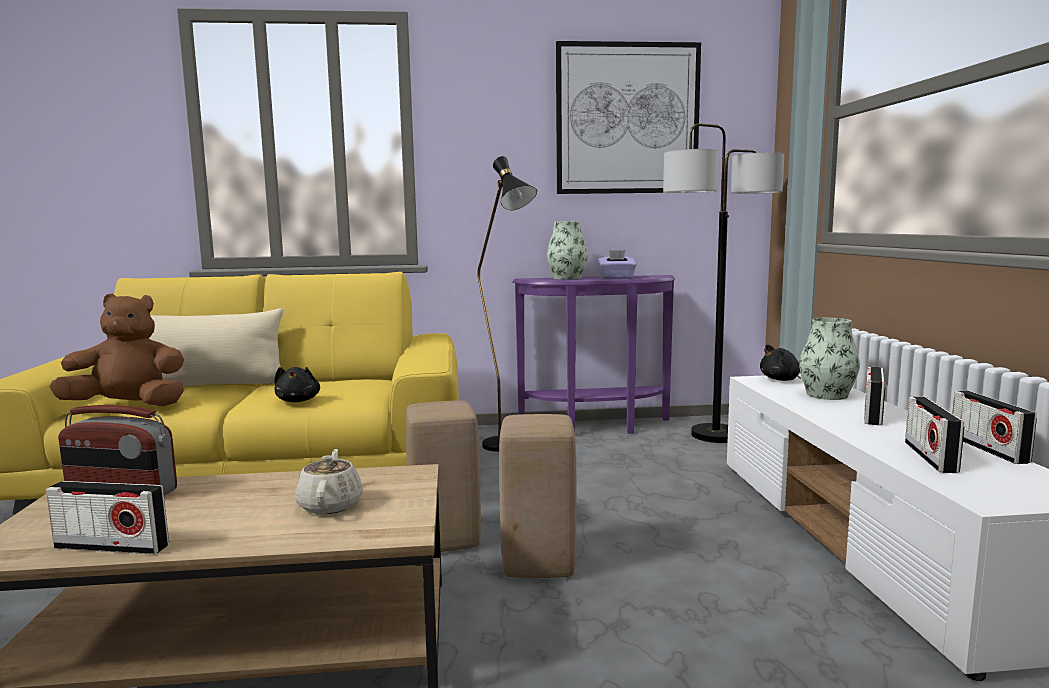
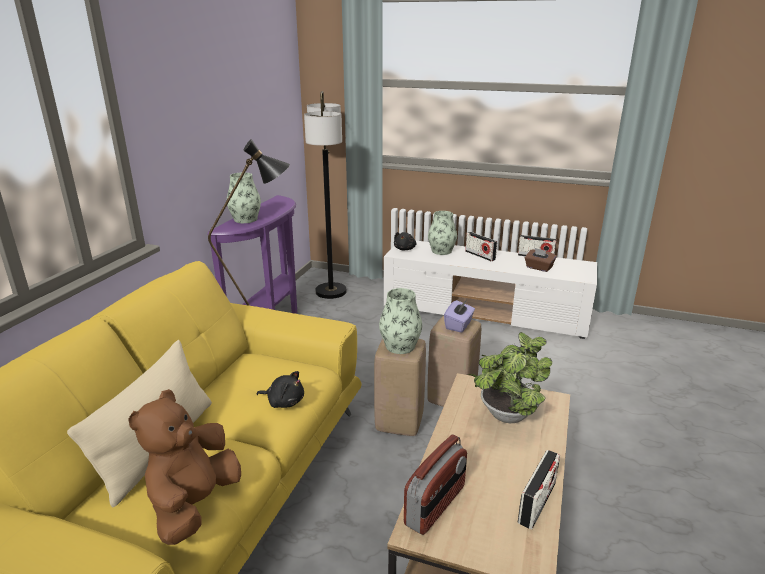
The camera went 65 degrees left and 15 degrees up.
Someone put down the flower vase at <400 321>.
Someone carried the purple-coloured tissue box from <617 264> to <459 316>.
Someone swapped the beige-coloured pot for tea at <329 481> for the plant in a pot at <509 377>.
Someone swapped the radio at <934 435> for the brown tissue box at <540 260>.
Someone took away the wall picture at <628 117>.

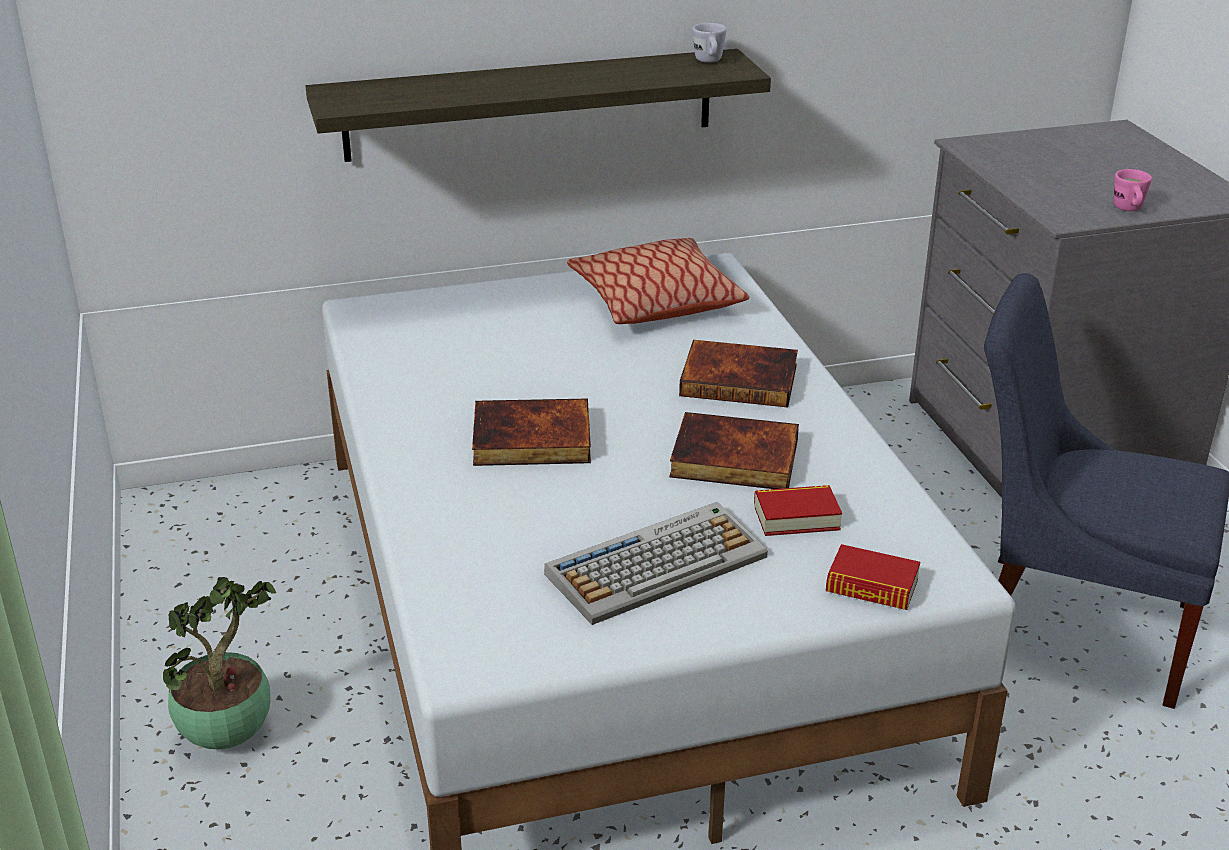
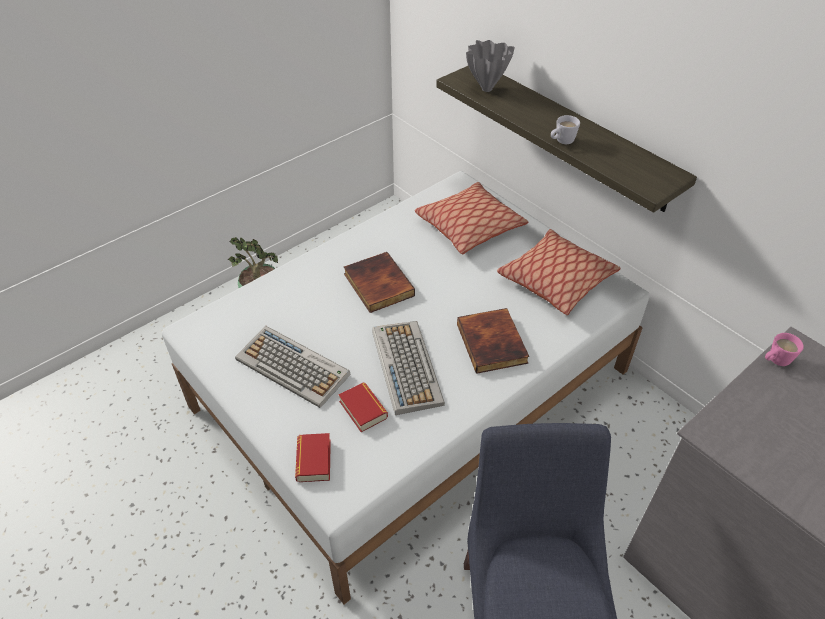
The camera went 65 degrees right and 15 degrees up.
Someone swapped the book at <734 450> for the keyboard at <408 368>.
Someone put down the pillow at <471 218>.
Someone put down the greyish flower vase at <490 66>.
Someone carried the white coffee mug from <709 43> to <565 129>.
Someone carried the pink coffee mug from <1133 190> to <784 349>.

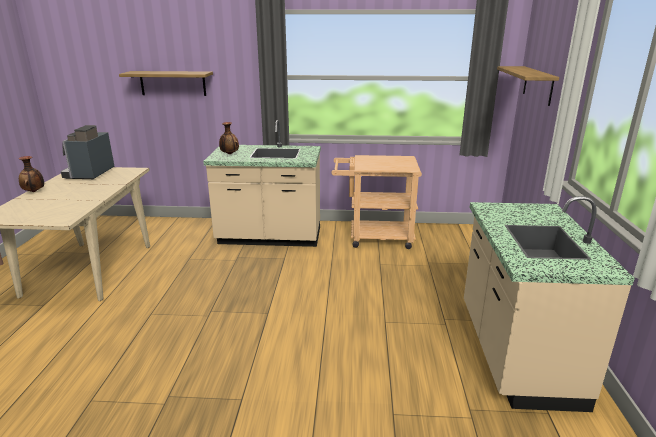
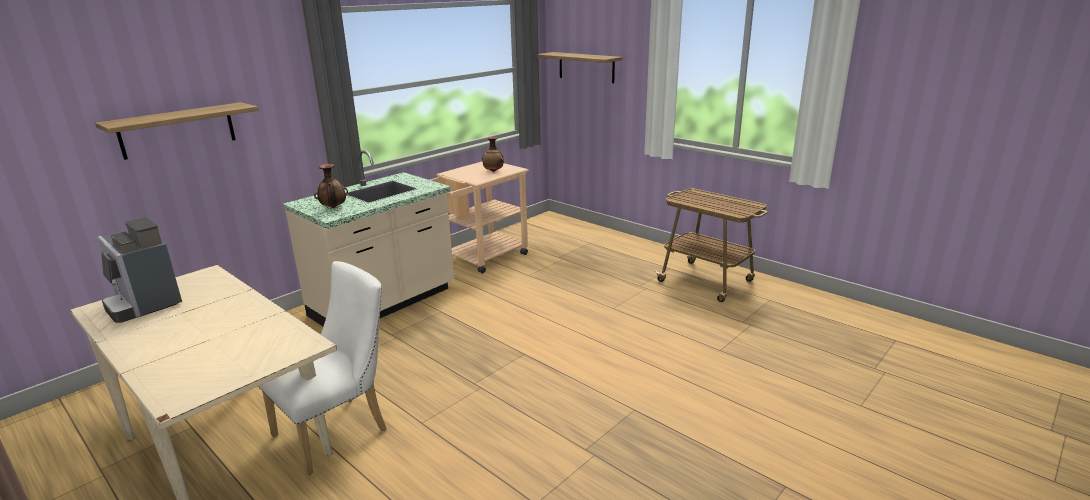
The camera went 50 degrees left and 0 degrees up.
Someone put down the white plain chair at <322 368>.
Someone carried the flower vase from <31 174> to <493 154>.
Someone swapped the beige-coloured counter at <549 304> for the cart at <711 245>.

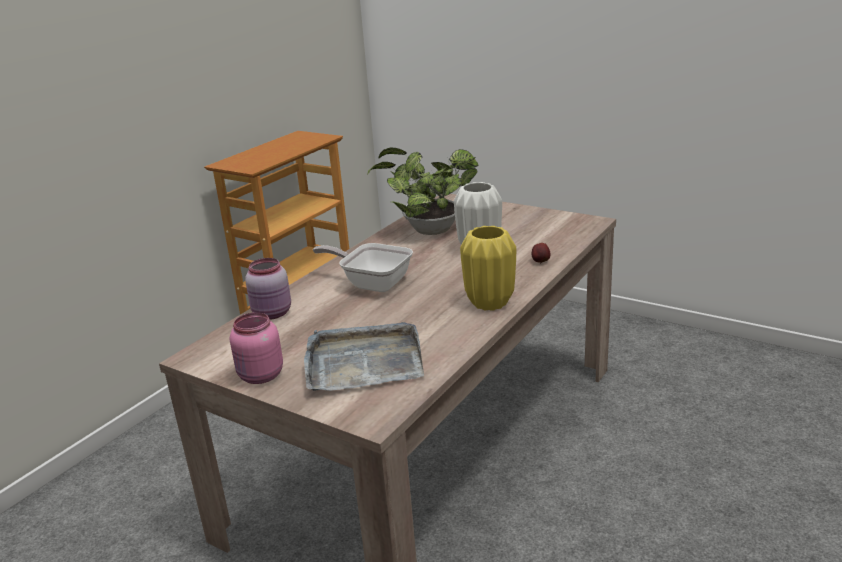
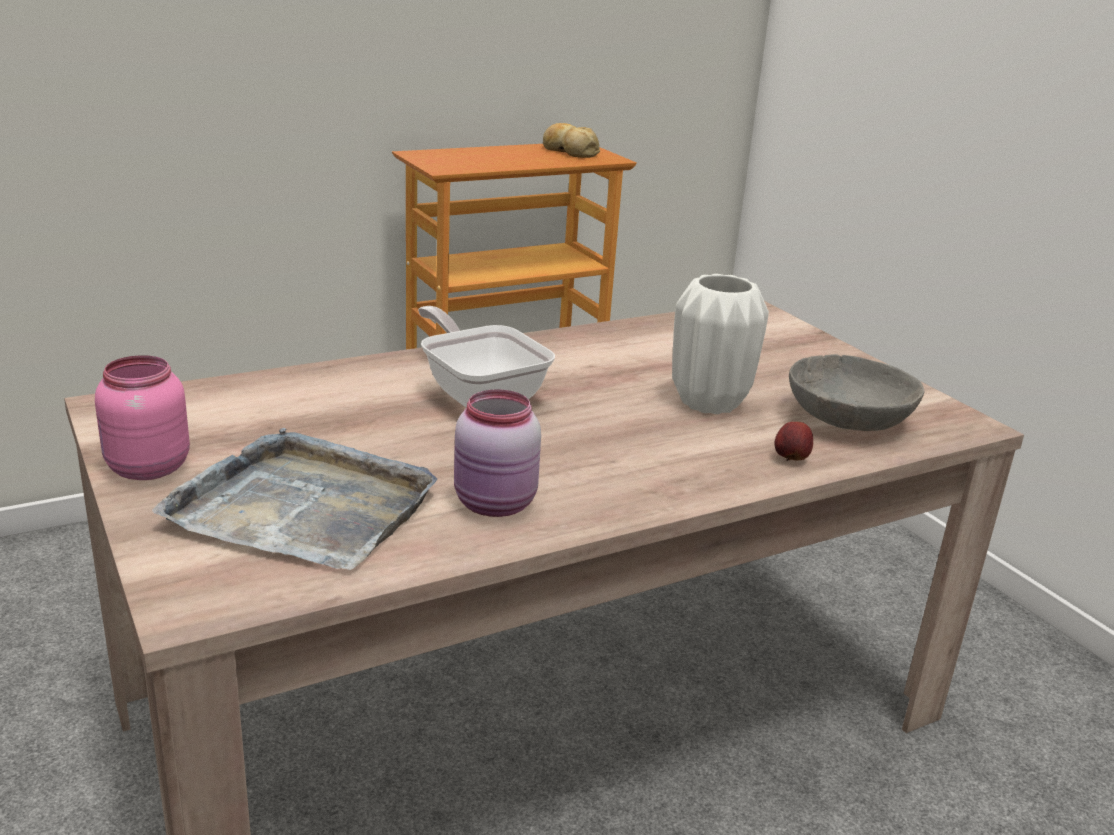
The camera went 25 degrees right and 0 degrees up.
Someone carried the pink storage jar from <268 289> to <497 453>.
Someone put down the bakery bread at <571 140>.
Someone put down the greyish deep dish at <857 392>.
Someone took away the plant in a pot at <423 191>.
Someone took away the yellowish flower vase at <488 268>.

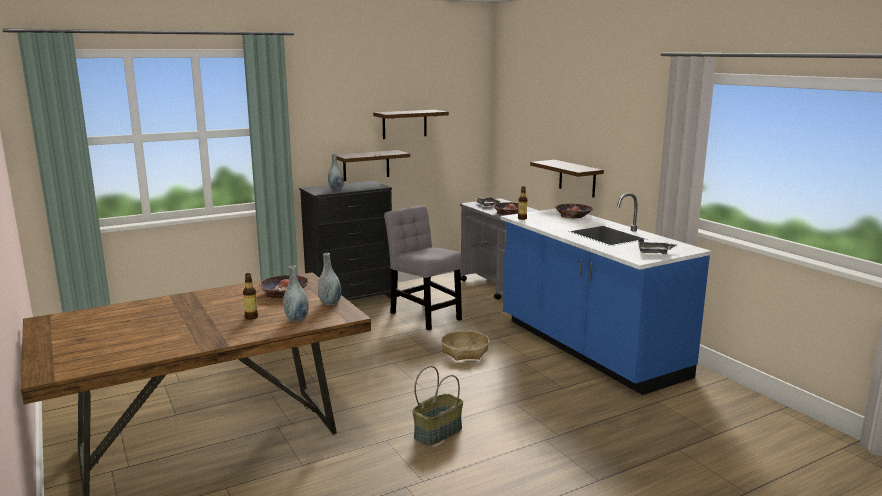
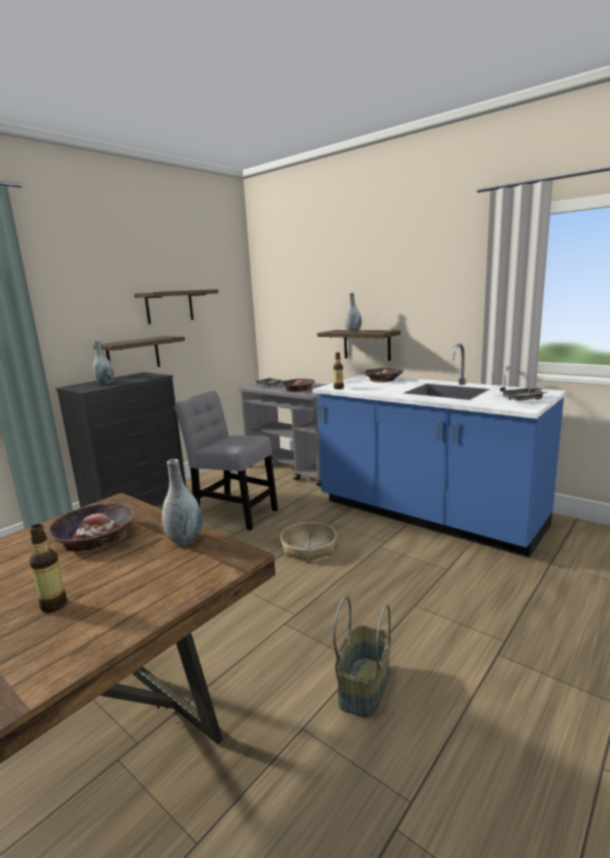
The camera went 20 degrees left and 0 degrees up.
Someone carried the greyish flower vase from <296 293> to <353 312>.

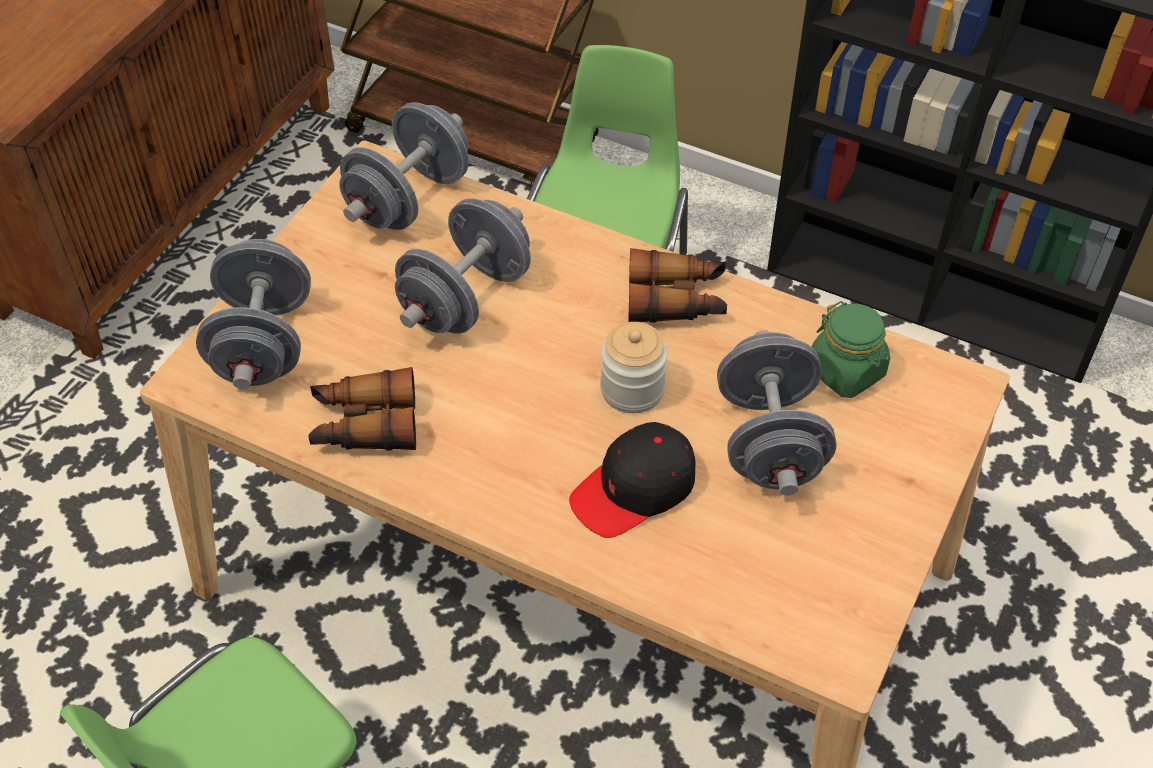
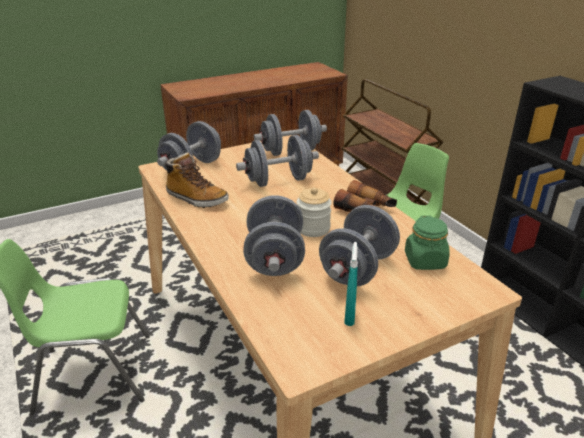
The camera went 35 degrees right and 20 degrees down.
Someone swapped the binoculars at <362 409> for the high-top boot at <197 180>.
Someone swapped the black-coloured baseball cap at <632 480> for the greyish hand weight at <274 235>.
Someone put down the turquoise-coloured sprayer at <351 284>.

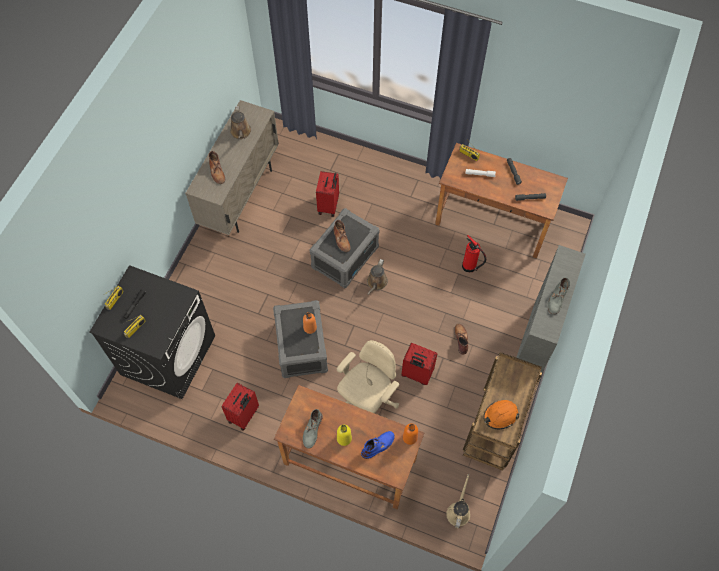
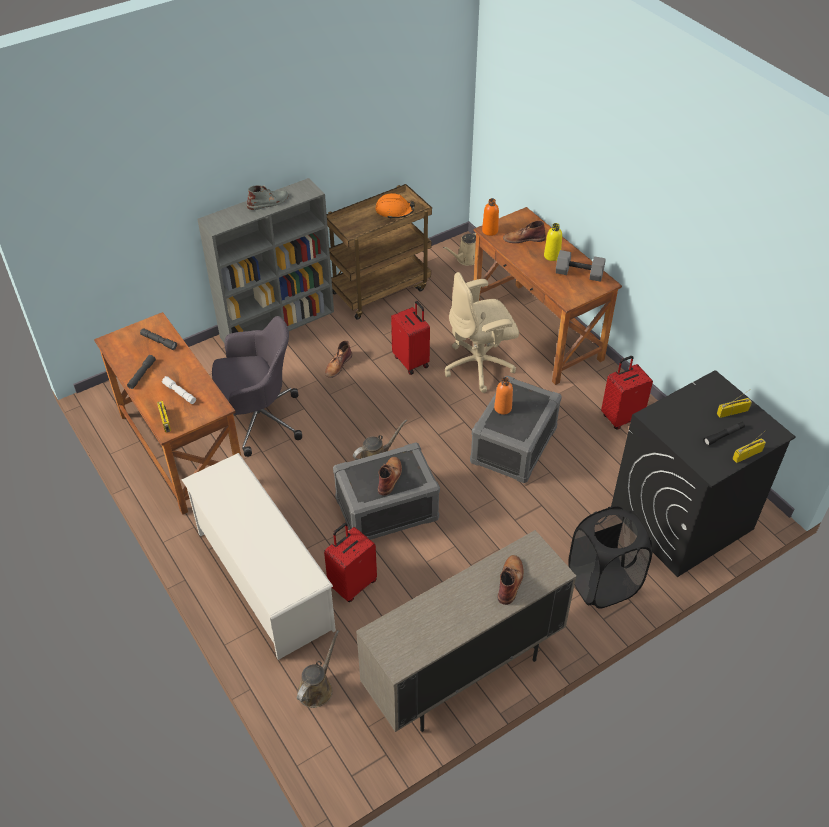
The camera went 145 degrees left and 15 degrees down.
Someone put down the white shoe rack at <259 556>.
Someone swapped the fire-fighting cylinder at <474 253> for the greyish office chair at <257 386>.
Someone carried the brown watering can from <240 122> to <318 669>.
Someone repainted the bluish high-top boot at <378 445>, which became the brown high-top boot at <524 231>.
Someone swapped the greyish high-top boot at <313 429> for the greyish hand weight at <581 266>.
Someone put down the black-coloured laundry basket at <610 557>.

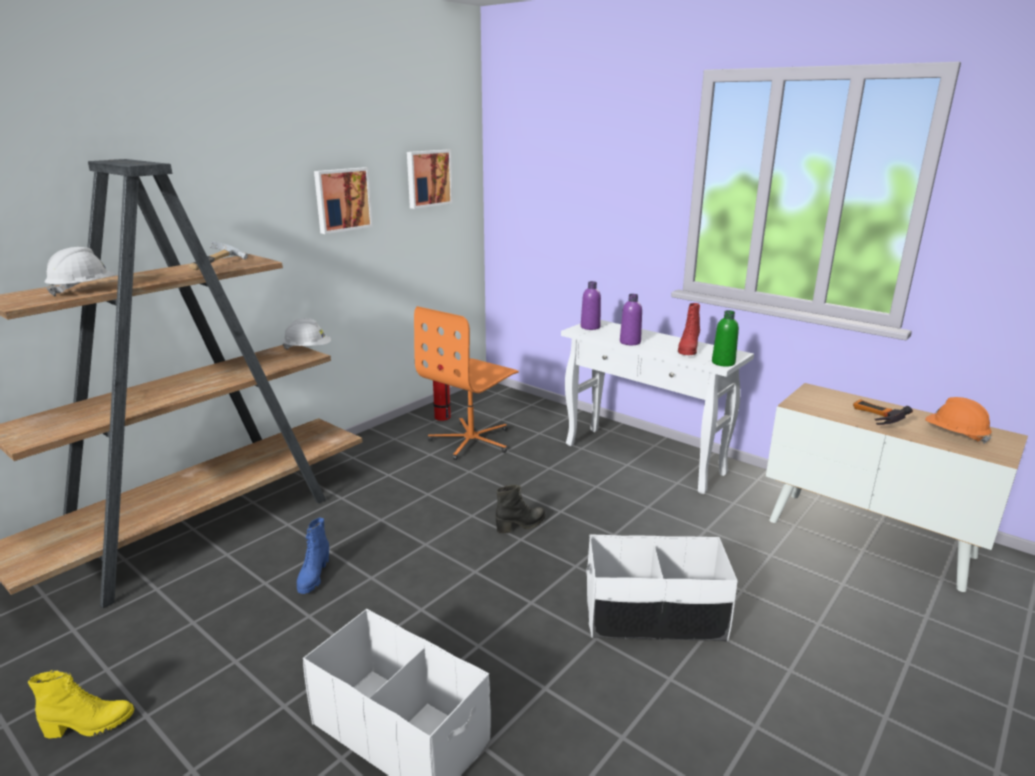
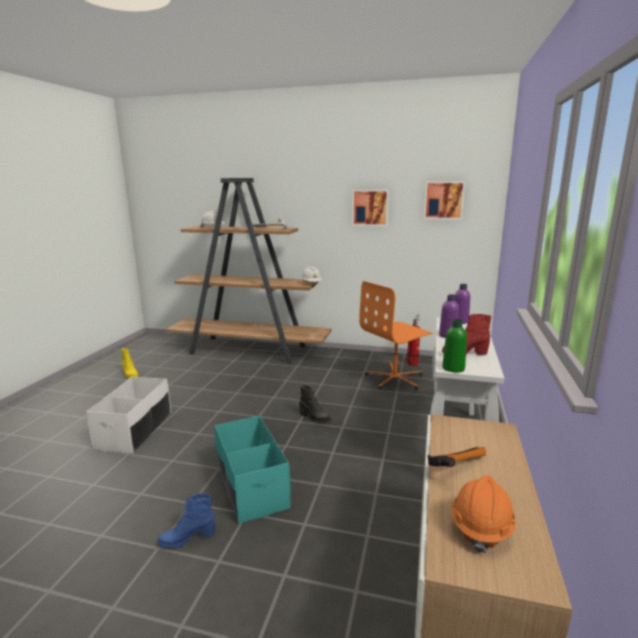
The camera went 65 degrees right and 5 degrees down.
Someone carried the bluish high-top boot from <313 555> to <186 521>.
Someone repainted the white storage box at <662 588>, which became the turquoise-coloured storage box at <252 470>.
Someone rotated the orange-coloured office chair at <466 383> by 45 degrees counterclockwise.

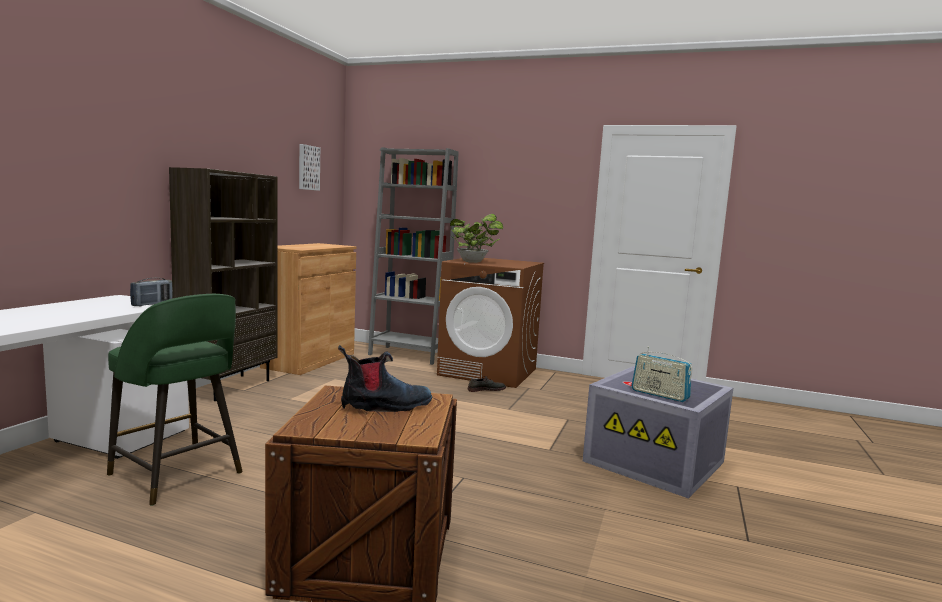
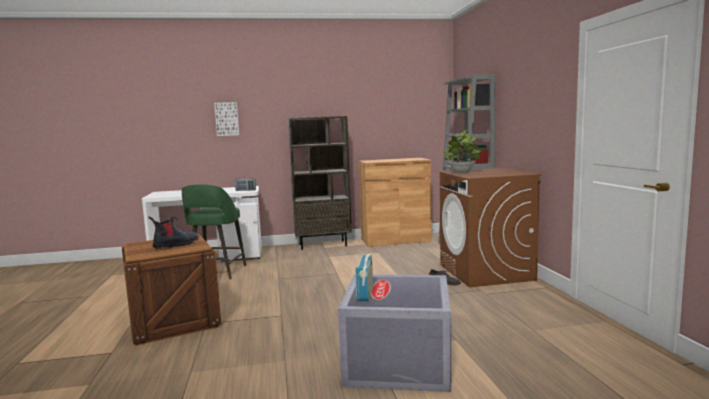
The camera went 60 degrees right and 0 degrees up.
Someone rotated the high-top boot at <385 378> by 90 degrees counterclockwise.
Someone carried the wall picture from <309 167> to <226 119>.

